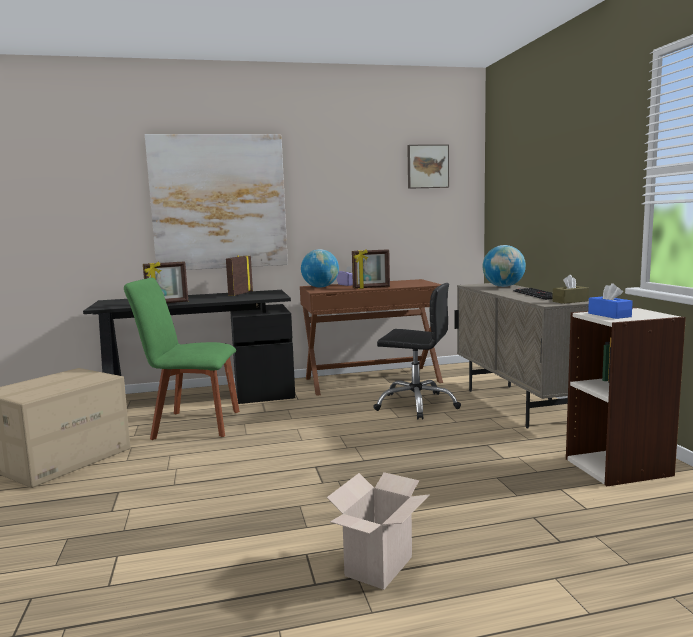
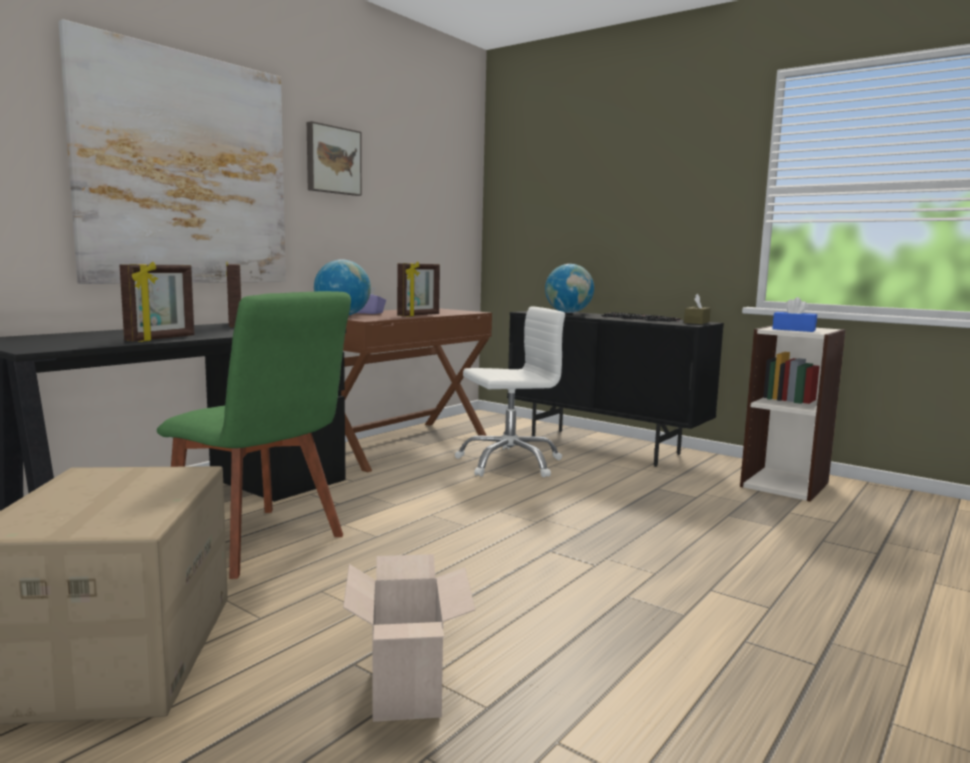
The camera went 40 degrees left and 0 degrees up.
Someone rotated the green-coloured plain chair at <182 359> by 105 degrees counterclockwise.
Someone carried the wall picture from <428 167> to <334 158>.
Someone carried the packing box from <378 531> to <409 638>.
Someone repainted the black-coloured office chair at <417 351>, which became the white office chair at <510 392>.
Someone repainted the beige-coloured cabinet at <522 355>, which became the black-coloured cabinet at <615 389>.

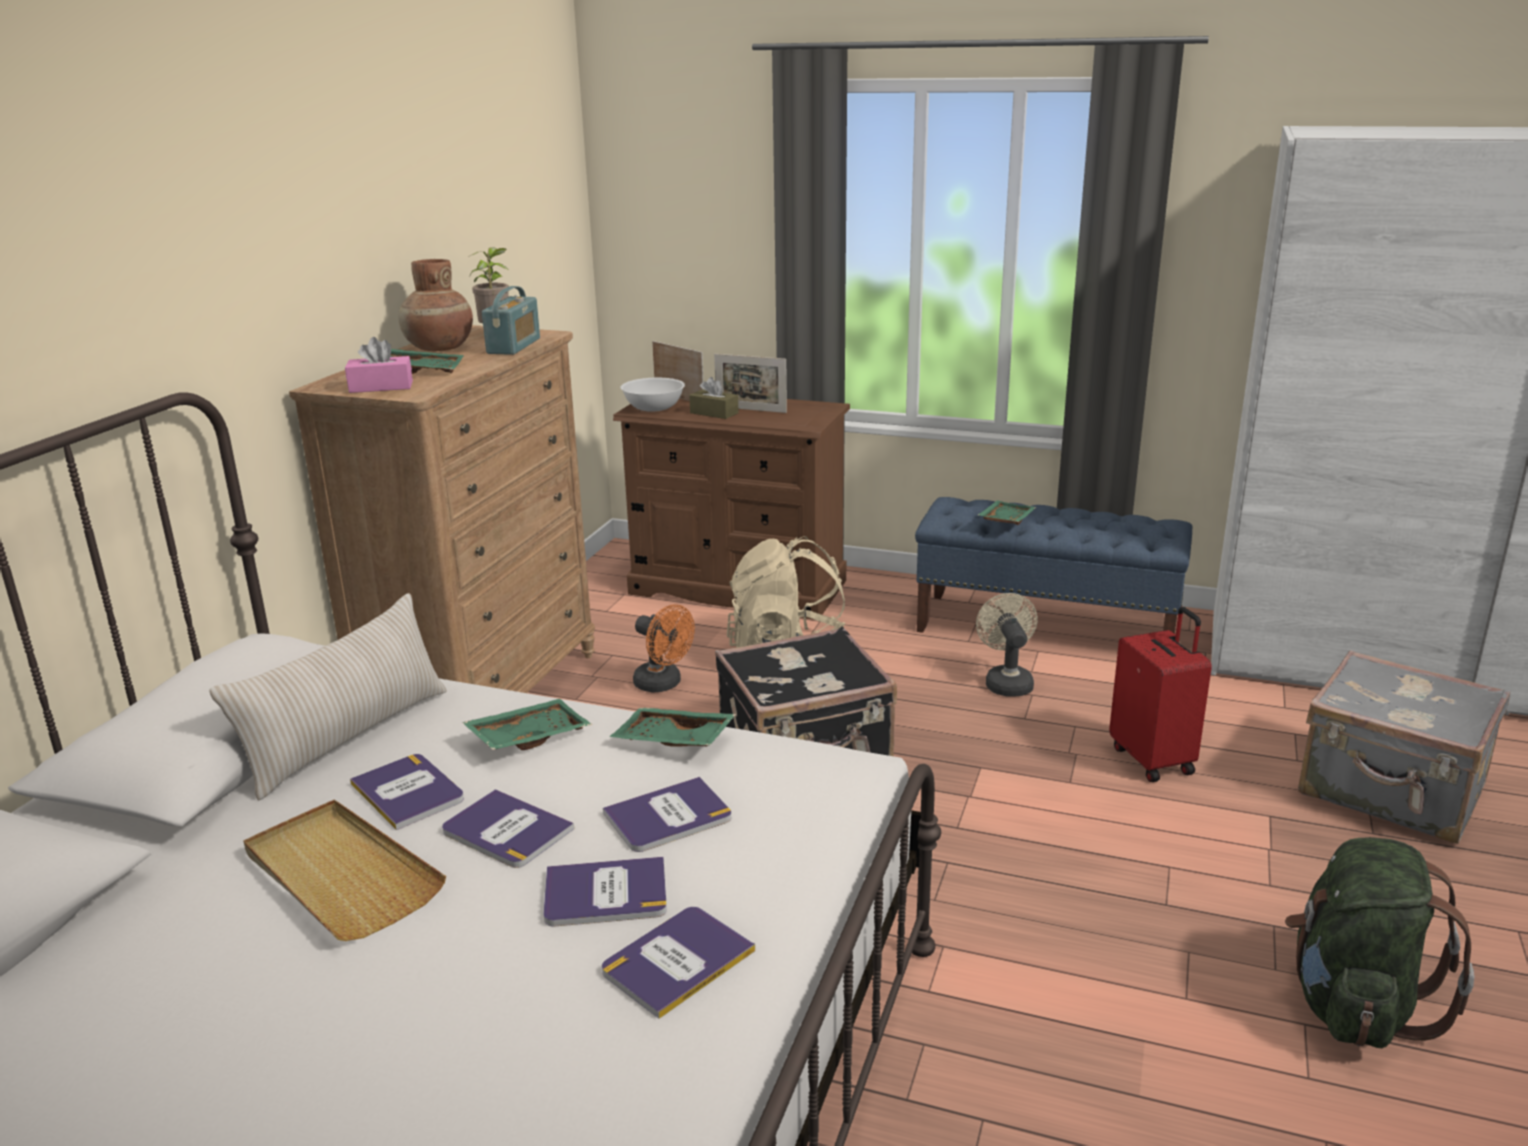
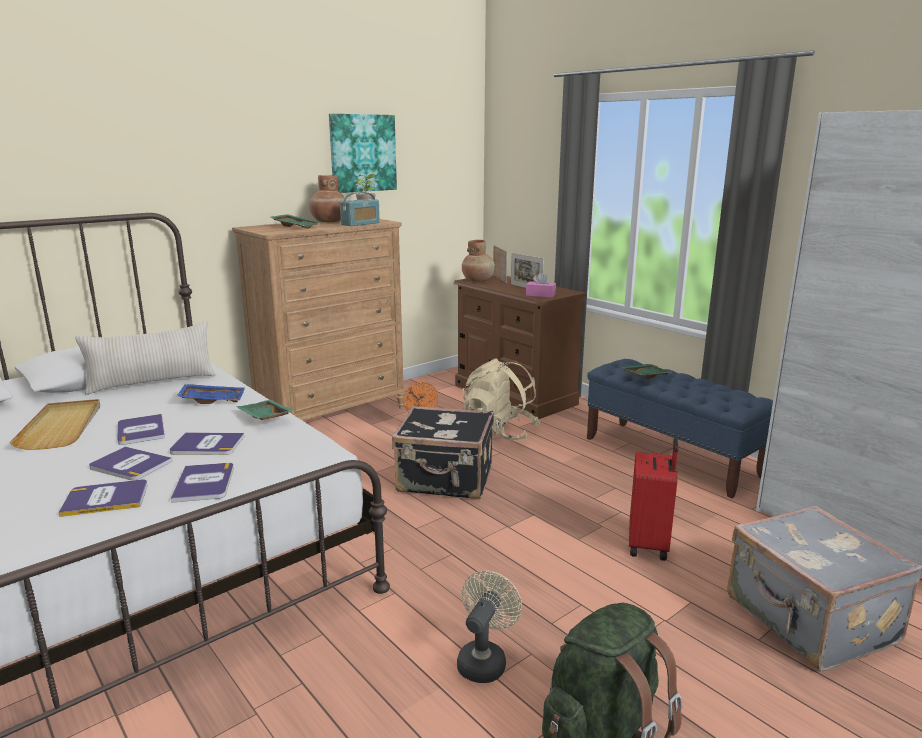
The camera went 30 degrees right and 5 degrees down.
Someone carried the book from <407 792> to <202 483>.
Someone repainted the green-coloured tray at <527 724>, which became the bluish tray at <211 394>.
Someone put up the wall picture at <363 153>.
Someone carried the beige-coloured fan from <1007 644> to <489 627>.
Someone swapped the white deep dish at <653 395> for the brown flower vase at <478 261>.
Someone carried the pink tissue box from <379 365> to <541 285>.
Someone took away the brown tissue box at <714 398>.

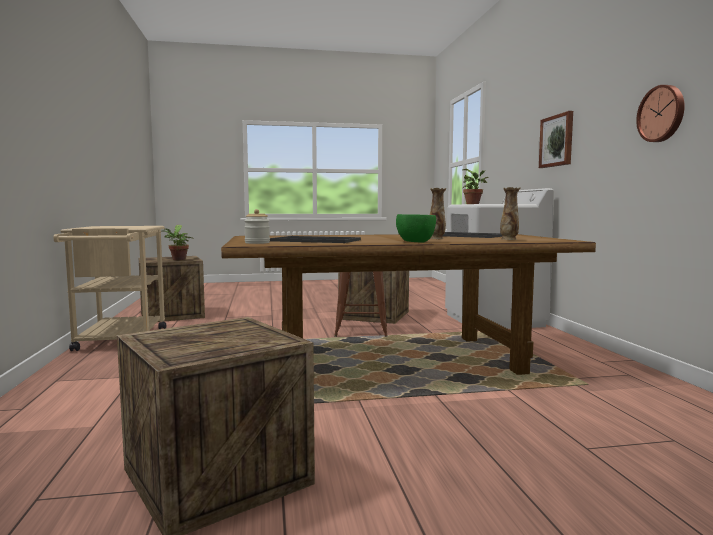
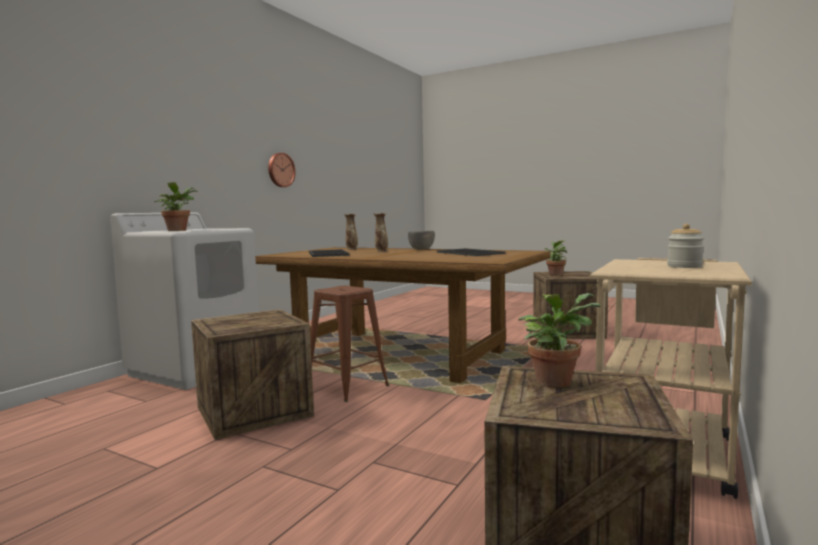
The camera went 140 degrees left and 0 degrees up.
Someone repainted the green-coloured deep dish at <416 228>, which became the greyish deep dish at <421 240>.
Someone put down the plant in a pot at <555 258>.
Someone carried the storage jar from <257 226> to <685 246>.
Someone took away the wall picture at <556 139>.

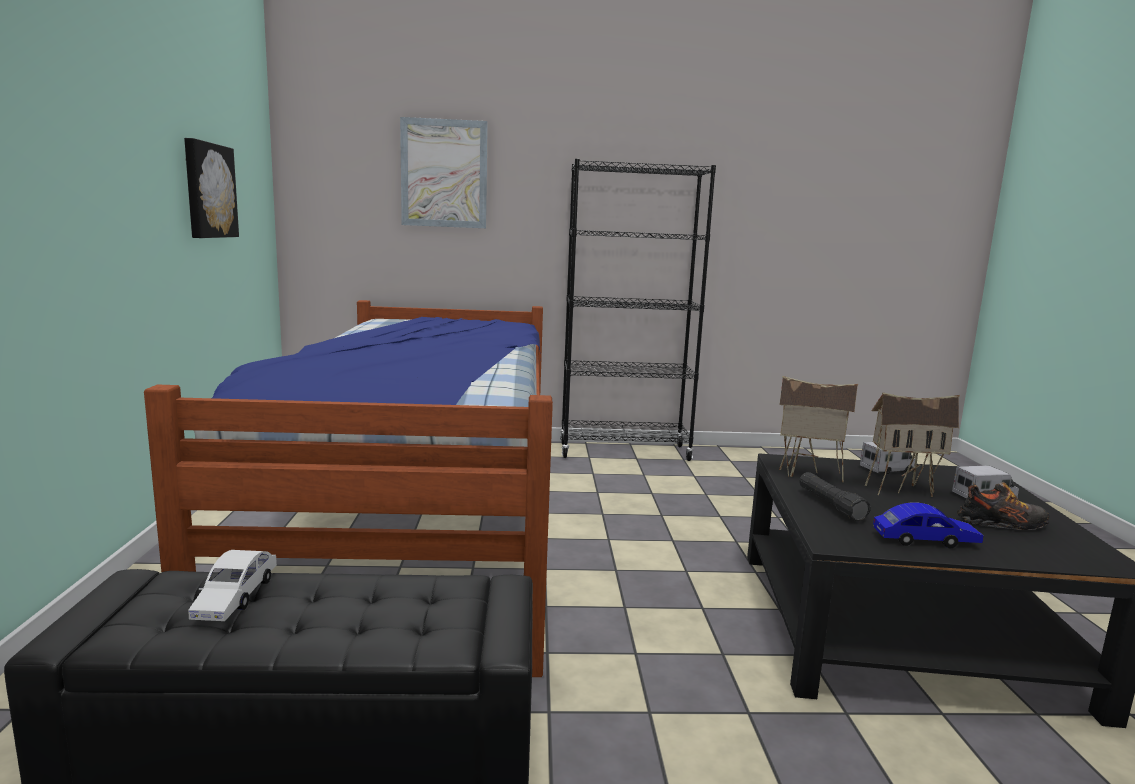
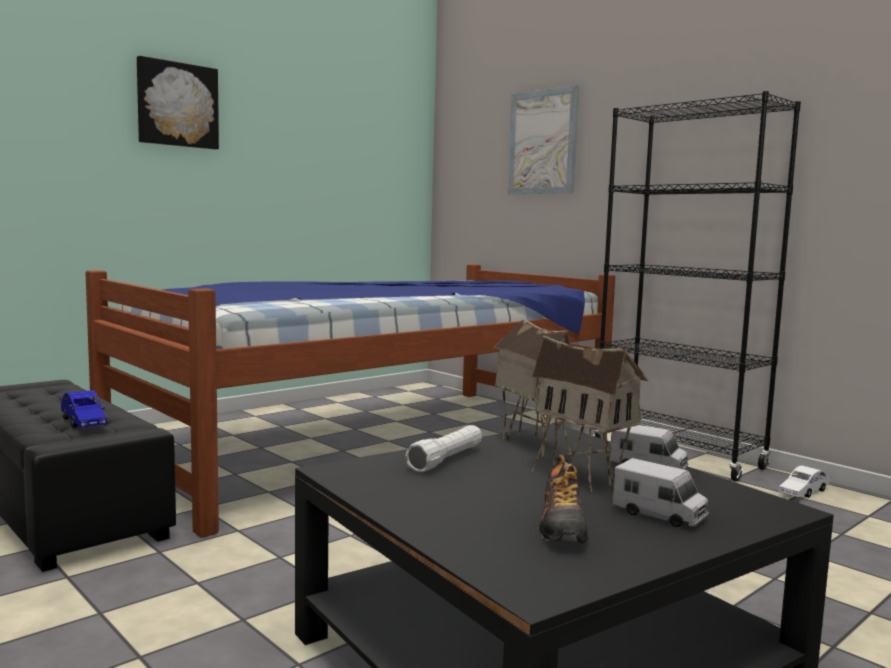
The camera went 50 degrees right and 5 degrees down.
Someone carried the bluish miniature car from <928 525> to <84 409>.
Someone carried the wall picture from <211 188> to <178 102>.
Someone repainted the black-coloured flashlight at <835 496>, which became the white flashlight at <443 448>.
Someone rotated the item of footwear at <1003 506> by 45 degrees clockwise.
Someone carried the white miniature car from <232 585> to <804 482>.

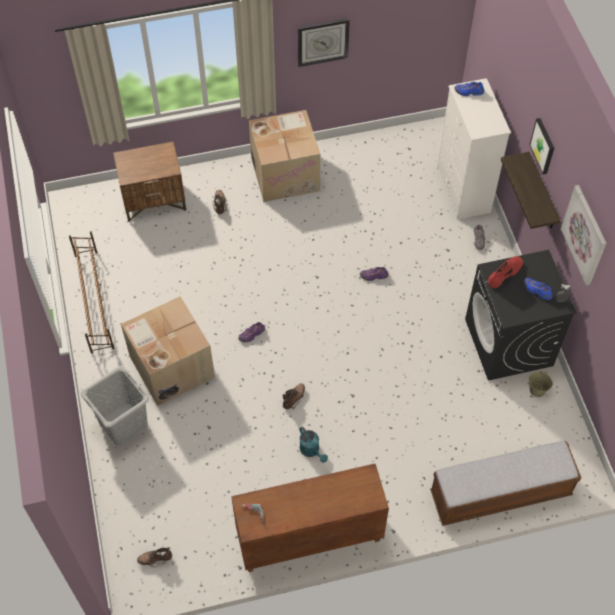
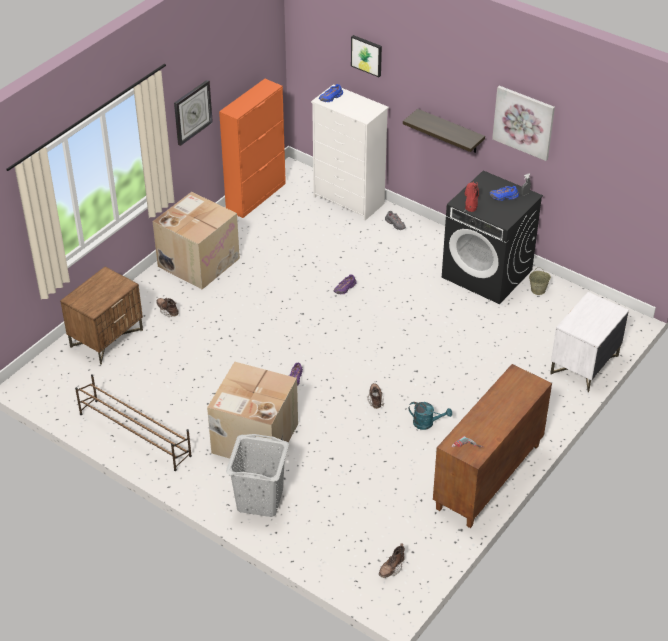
The camera went 40 degrees left and 15 degrees down.
Someone put down the orange-coloured cabinet at <252 148>.
Someone carried the wall picture from <542 146> to <366 56>.
Someone swapped the long seat at <505 483> for the white nightstand at <589 342>.

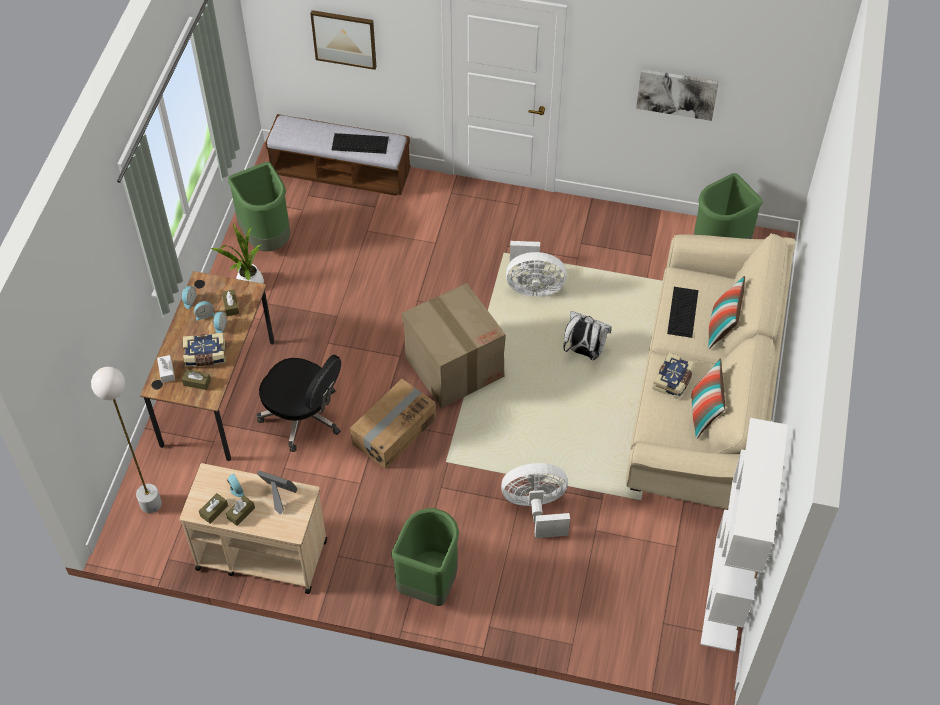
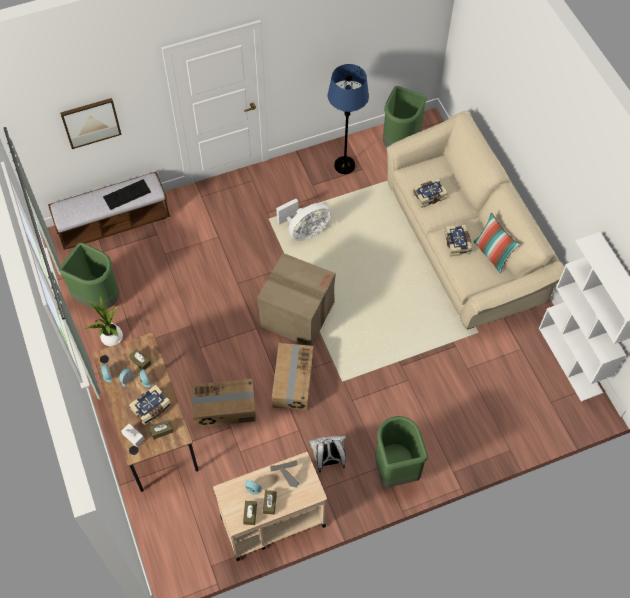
The camera went 35 degrees left and 5 degrees up.
Someone swapped the black-coloured office chair at <298 403> for the packing box at <223 403>.
Someone carried the white rucksack from <587 335> to <327 454>.
Someone put down the bluish floor lamp at <348 119>.
Someone swapped the keyboard at <682 312> for the book at <430 193>.
Someone took away the white floor lamp at <126 440>.
Someone took away the white fan at <535 500>.
Someone took away the wall picture at <677 95>.
Someone took away the pillow at <726 312>.

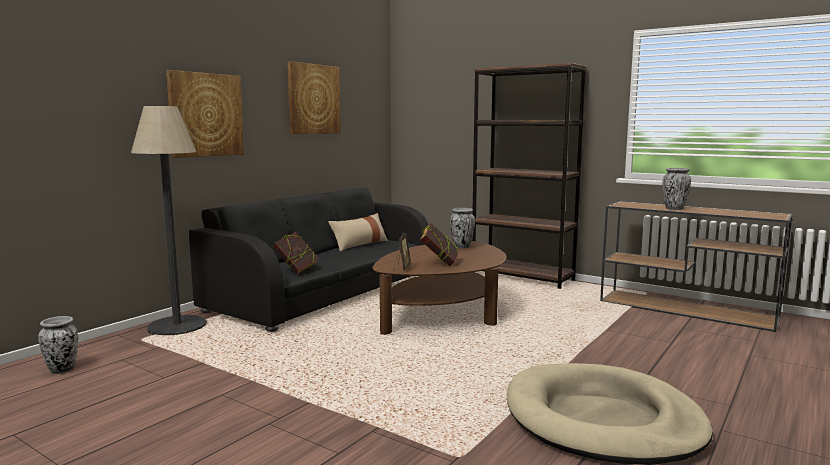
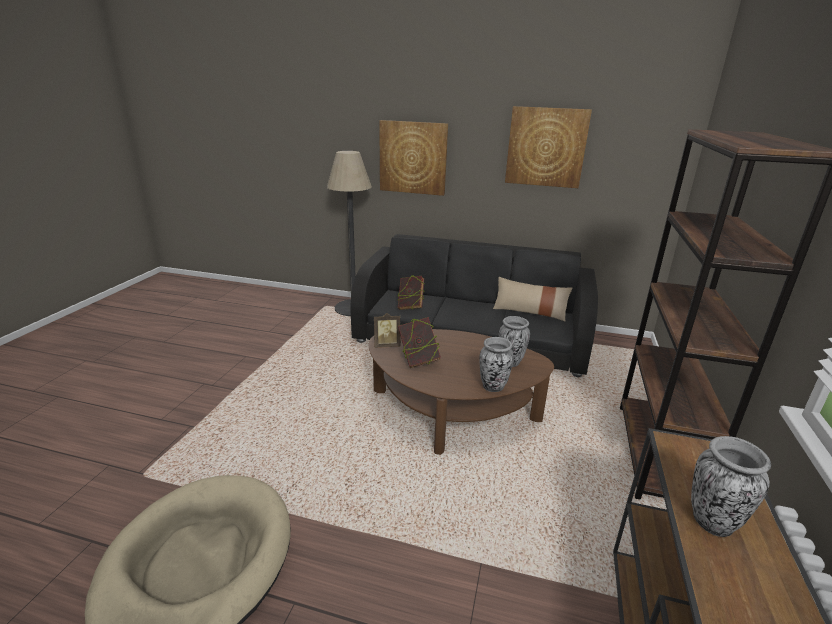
The camera went 70 degrees right and 15 degrees up.
Someone carried the flower vase from <58 345> to <497 364>.

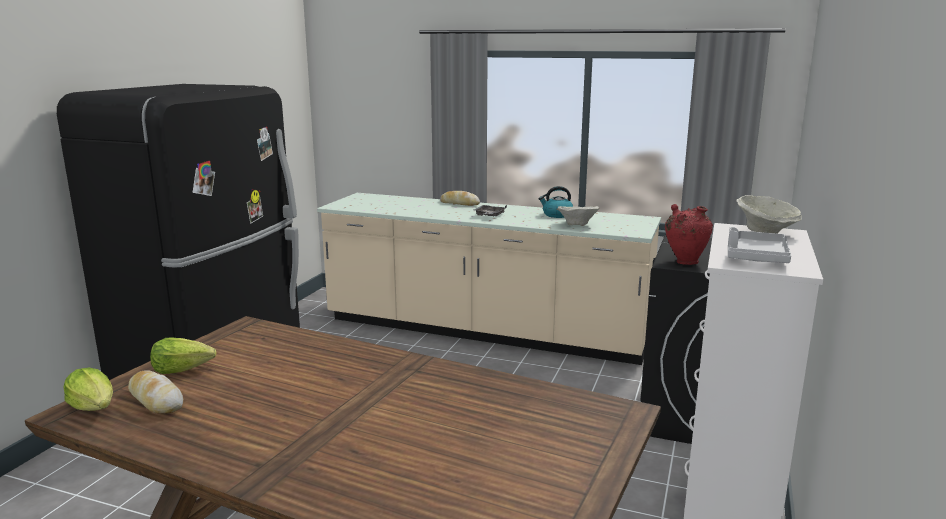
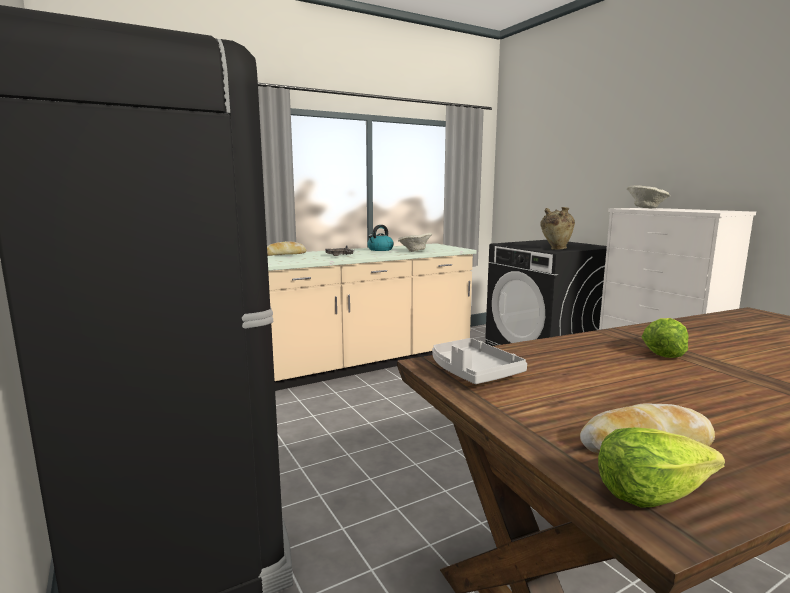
The camera went 50 degrees left and 5 degrees down.
Someone carried the greyish tray from <759 245> to <479 361>.
Someone repainted the reddish flower vase at <689 234>, which became the beige-coloured flower vase at <557 228>.
Someone carried the lettuce head from <183 355> to <665 338>.

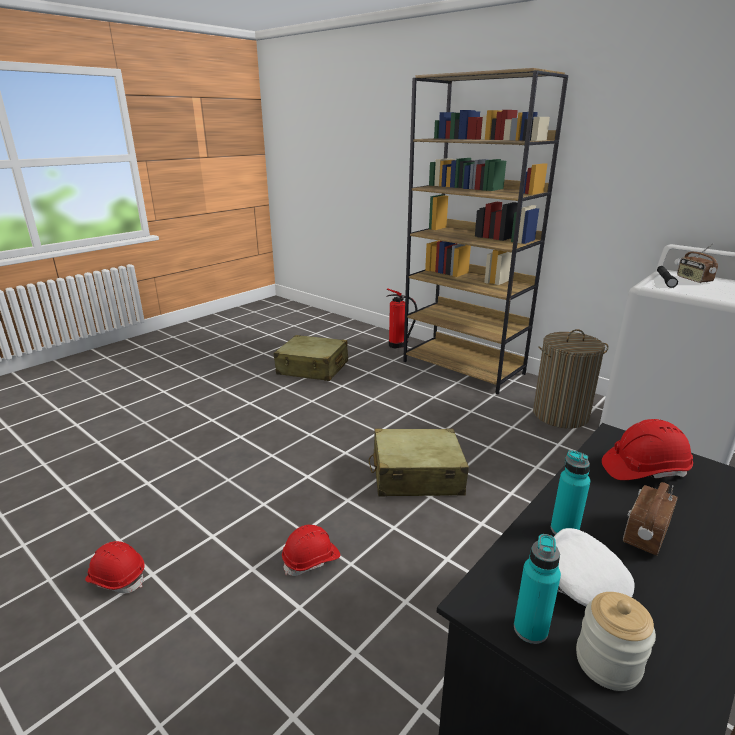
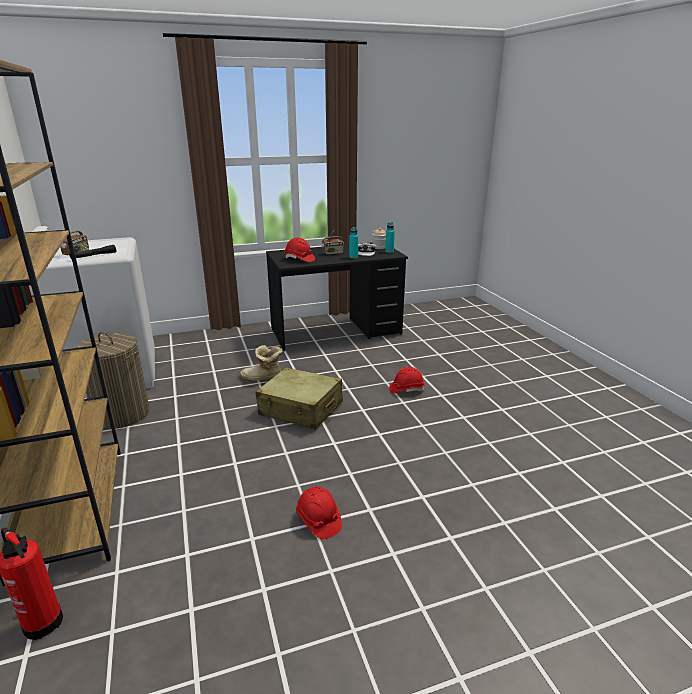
The camera went 150 degrees left and 0 degrees up.
Someone put down the high-top boot at <261 363>.
Someone carried the reddish safety helmet from <115 567> to <319 513>.
Someone took away the beige-coloured suitcase at <311 358>.

